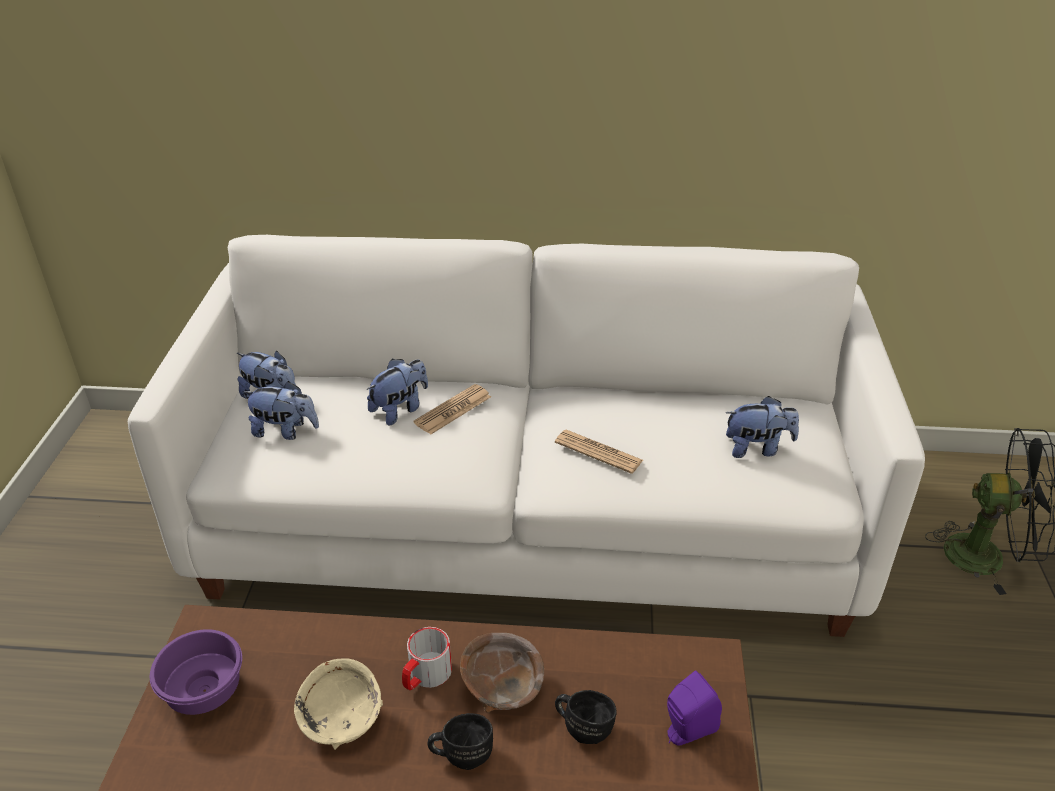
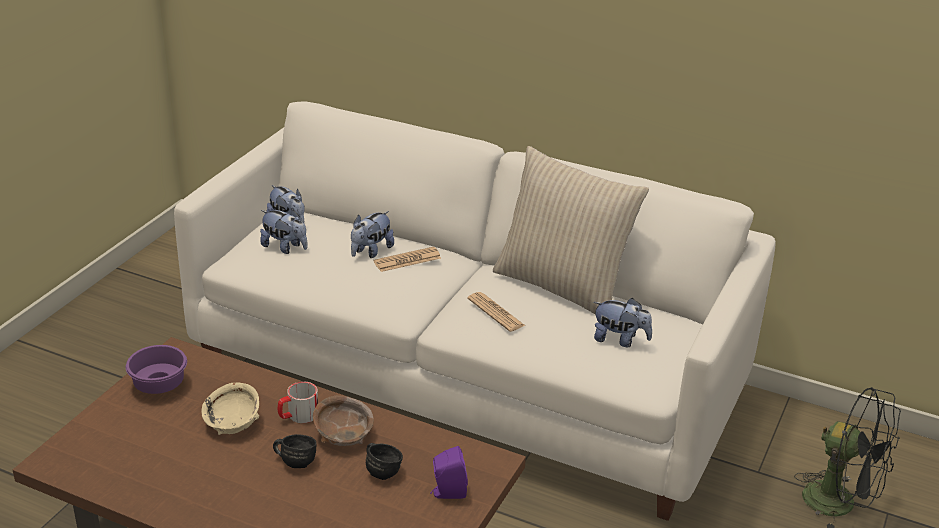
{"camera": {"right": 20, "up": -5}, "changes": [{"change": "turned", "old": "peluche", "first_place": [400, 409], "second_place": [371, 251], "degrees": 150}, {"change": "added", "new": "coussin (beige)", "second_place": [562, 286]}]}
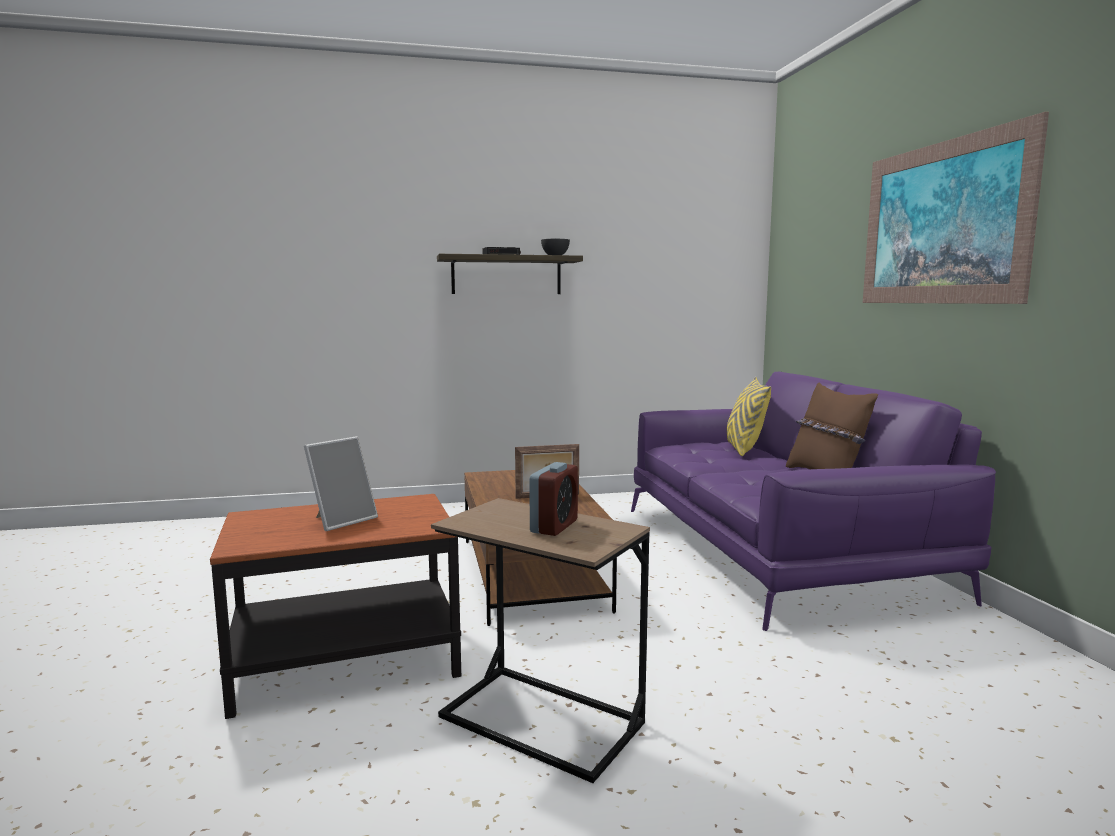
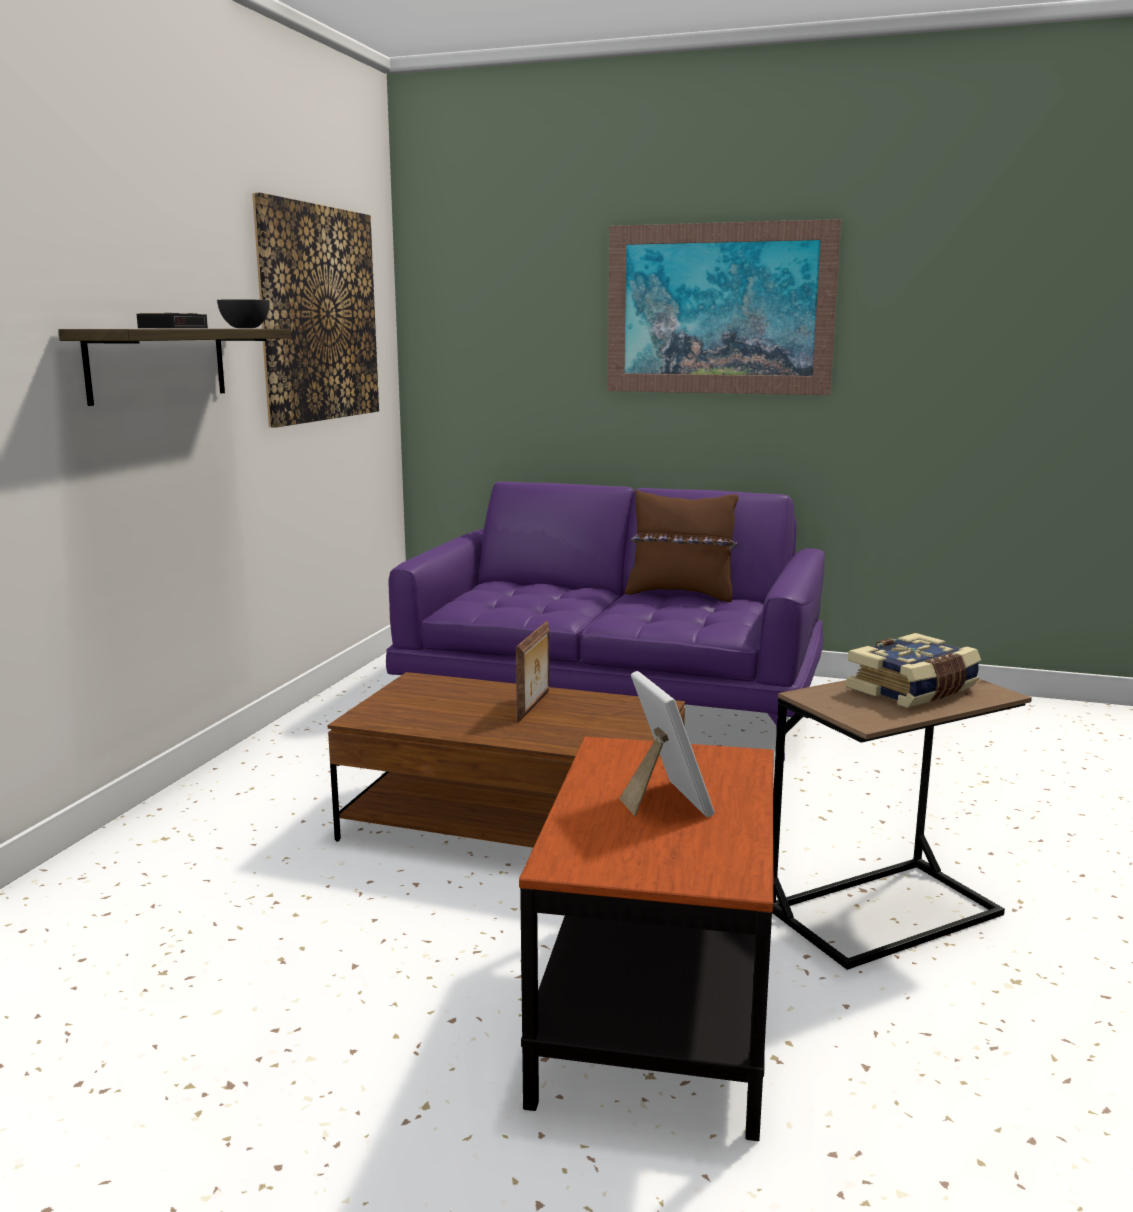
{"camera": {"right": -60, "up": 5}, "changes": [{"change": "removed", "old": "coussin (jaune)", "first_place": [744, 449]}, {"change": "replaced", "old": "réveil", "new": "livre", "first_place": [554, 526], "second_place": [914, 690]}, {"change": "added", "new": "tableau", "second_place": [319, 314]}]}
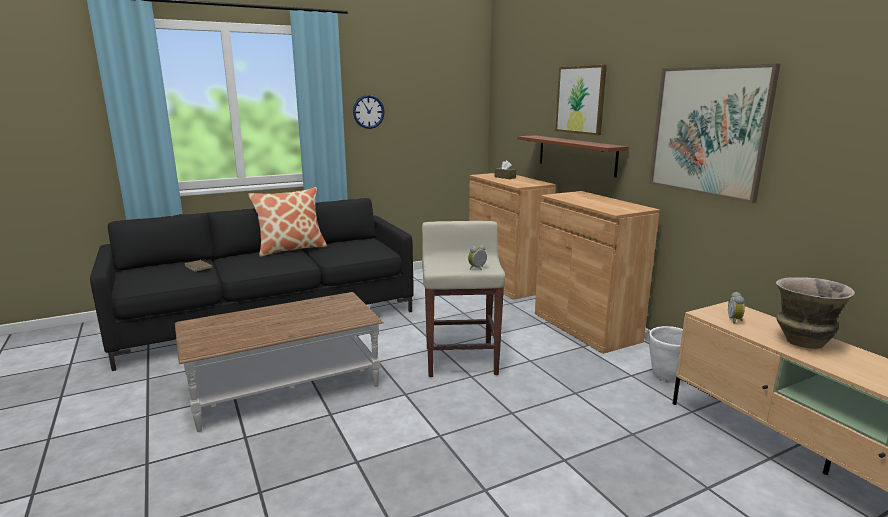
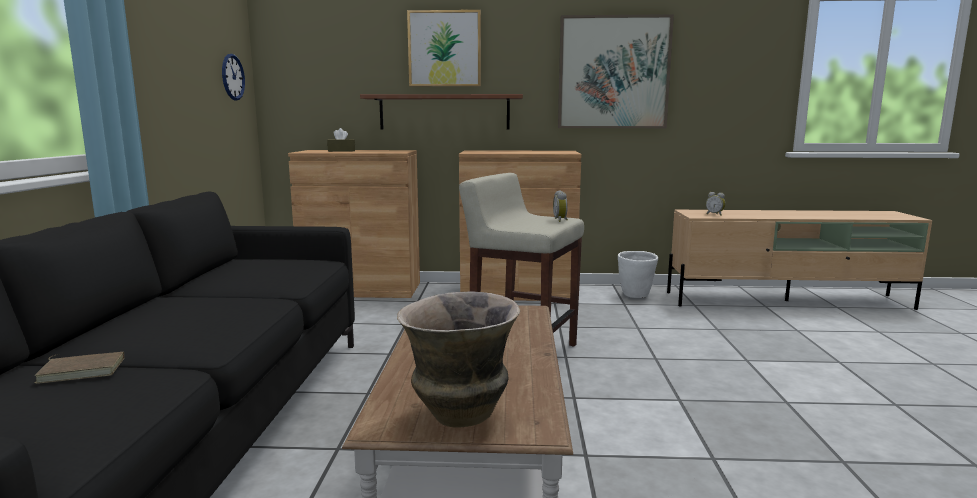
{"camera": {"right": -60, "up": -5}, "changes": [{"change": "moved", "old": "horloge murale", "first_place": [368, 112], "second_place": [232, 77]}, {"change": "removed", "old": "coussin", "first_place": [291, 249]}, {"change": "moved", "old": "vase", "first_place": [801, 343], "second_place": [460, 417]}]}
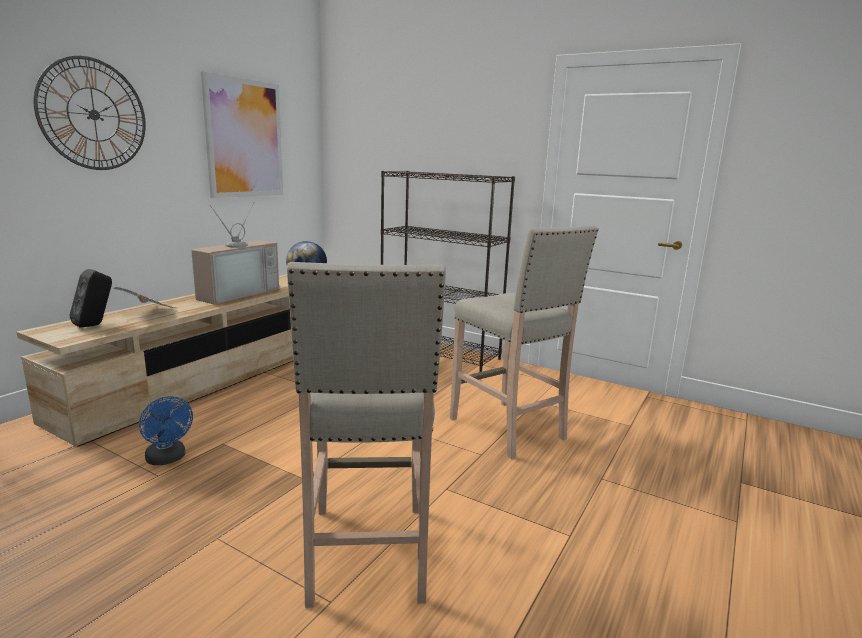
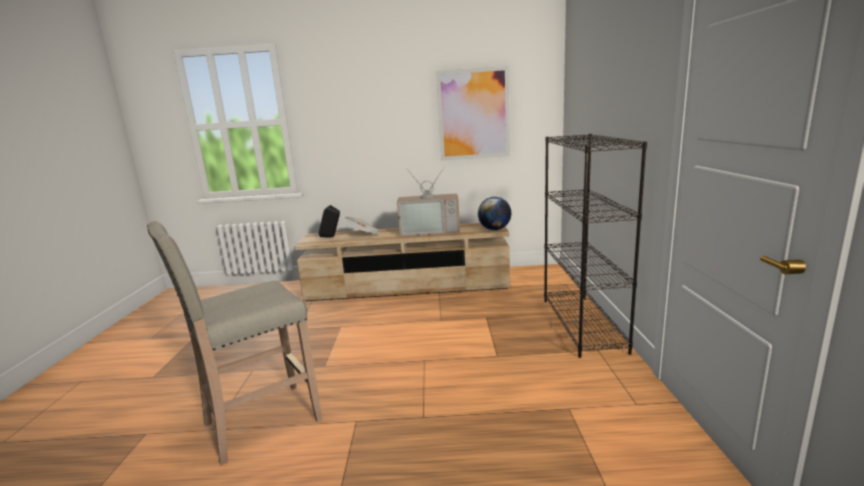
{"camera": {"right": 60, "up": 0}, "changes": [{"change": "removed", "old": "horloge murale", "first_place": [93, 114]}, {"change": "removed", "old": "tabouret (beige)", "first_place": [508, 429]}, {"change": "removed", "old": "ventilateur (bleu)", "first_place": [168, 459]}]}
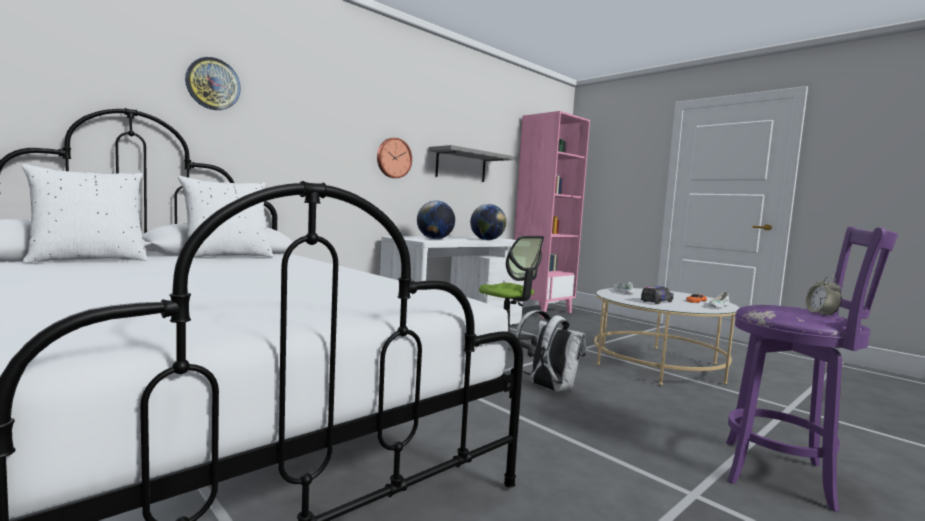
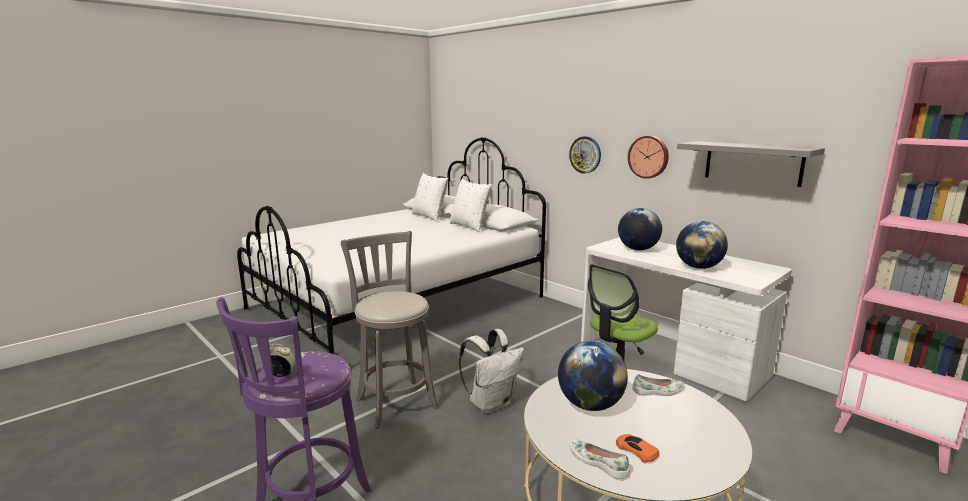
{"camera": {"right": 90, "up": 10}, "changes": [{"change": "moved", "old": "horloge murale", "first_place": [213, 84], "second_place": [585, 154]}, {"change": "replaced", "old": "camion jouet", "new": "globe", "first_place": [656, 301], "second_place": [590, 405]}, {"change": "added", "new": "tabouret (gris)", "second_place": [395, 401]}]}
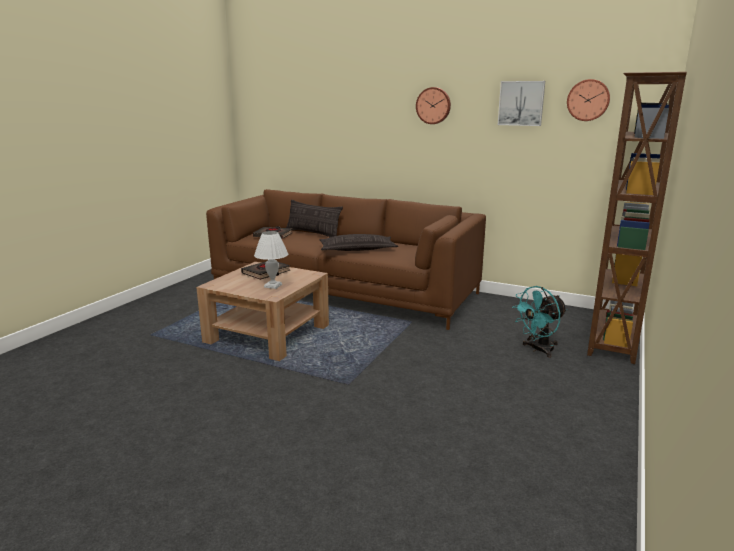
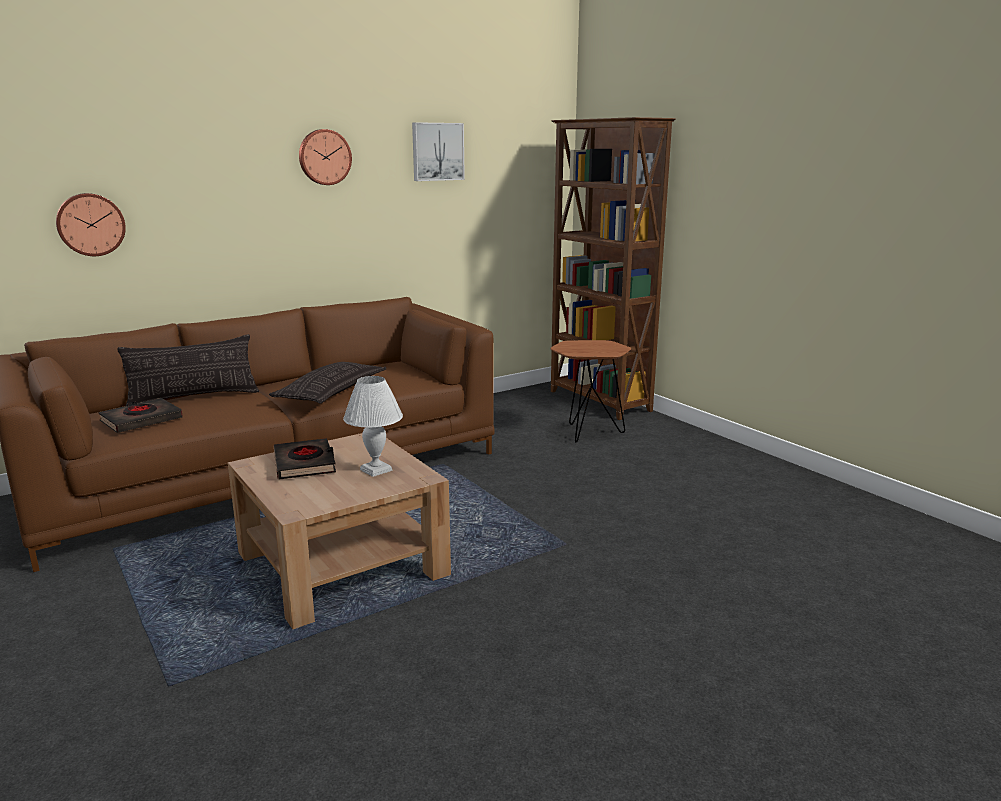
{"camera": {"right": -60, "up": 0}, "changes": [{"change": "moved", "old": "horloge murale", "first_place": [588, 100], "second_place": [90, 224]}, {"change": "replaced", "old": "ventilateur (turquoise)", "new": "table d'appoint (marron)", "first_place": [538, 350], "second_place": [587, 433]}]}
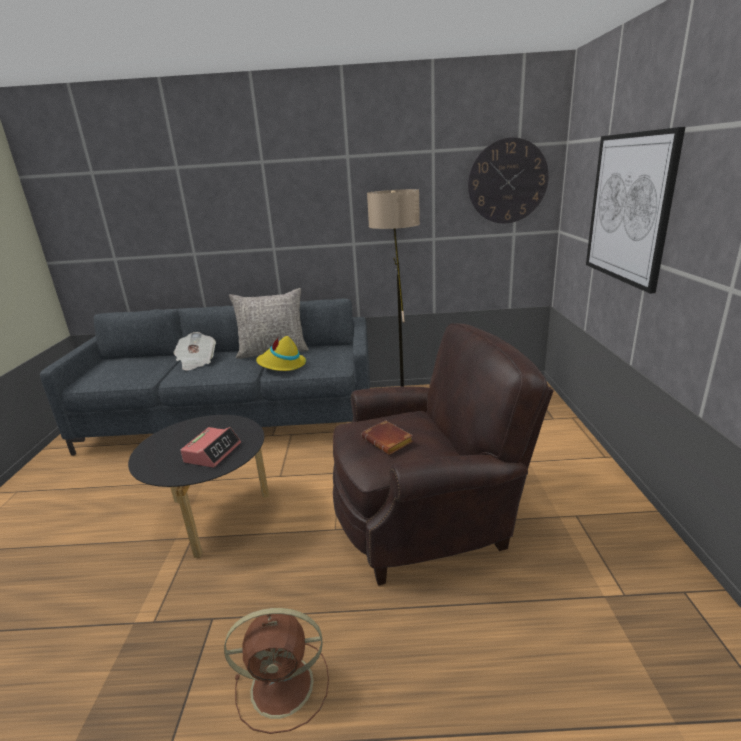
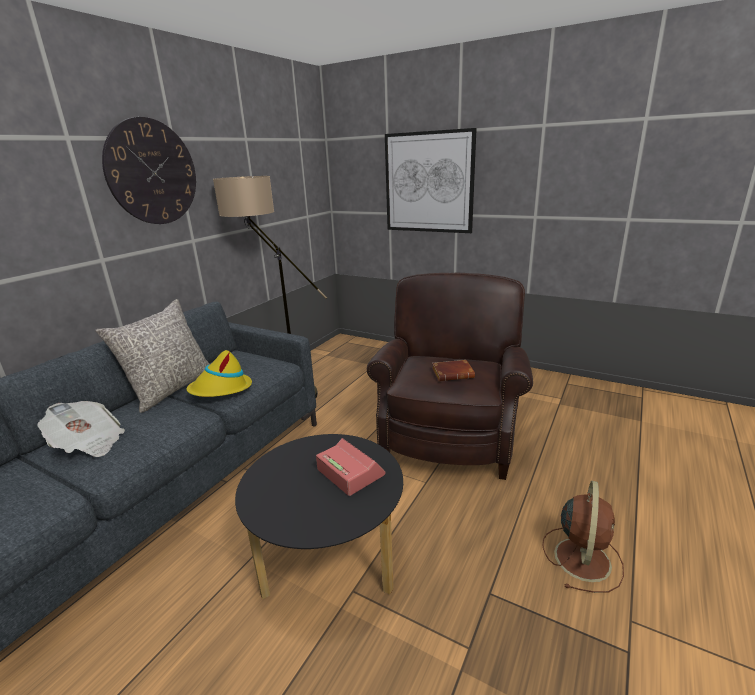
{"camera": {"right": -60, "up": 0}, "changes": [{"change": "moved", "old": "horloge murale", "first_place": [507, 181], "second_place": [152, 172]}]}
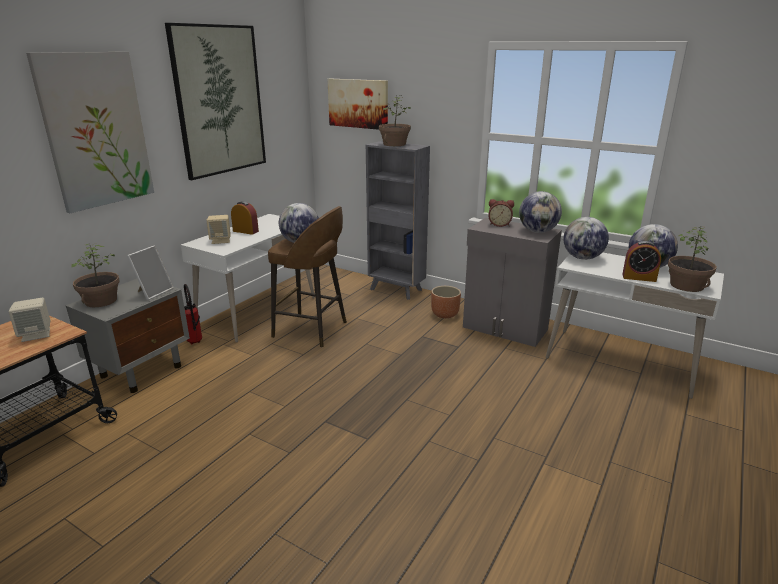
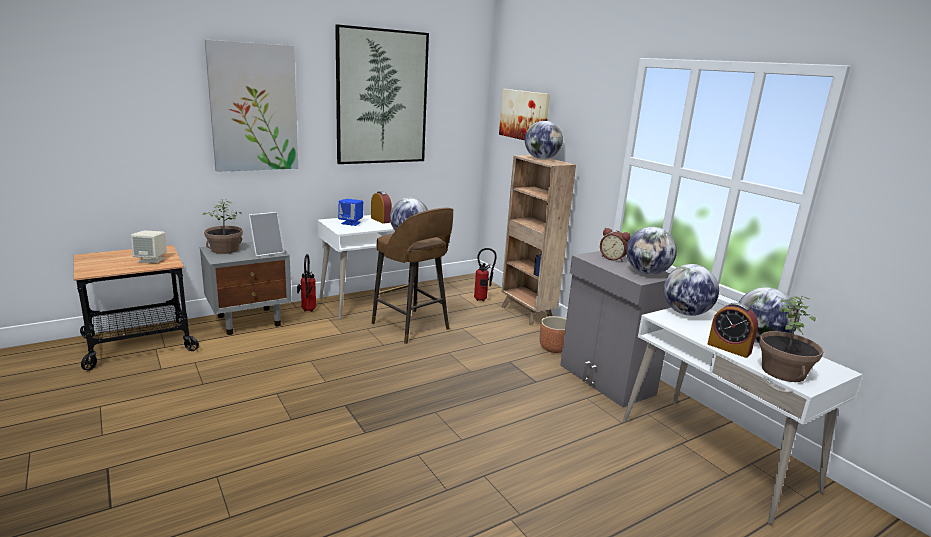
{"camera": {"right": 25, "up": -5}, "changes": [{"change": "replaced", "old": "plante en pot", "new": "globe", "first_place": [394, 144], "second_place": [541, 159]}, {"change": "recoloured", "old": "bibliothèque (gris)", "new": "bibliothèque (marron)", "first_place": [396, 290], "second_place": [527, 313]}, {"change": "recoloured", "old": "enceinte (beige)", "new": "enceinte (bleu)", "first_place": [221, 240], "second_place": [351, 223]}, {"change": "added", "new": "extincteur", "second_place": [482, 300]}]}
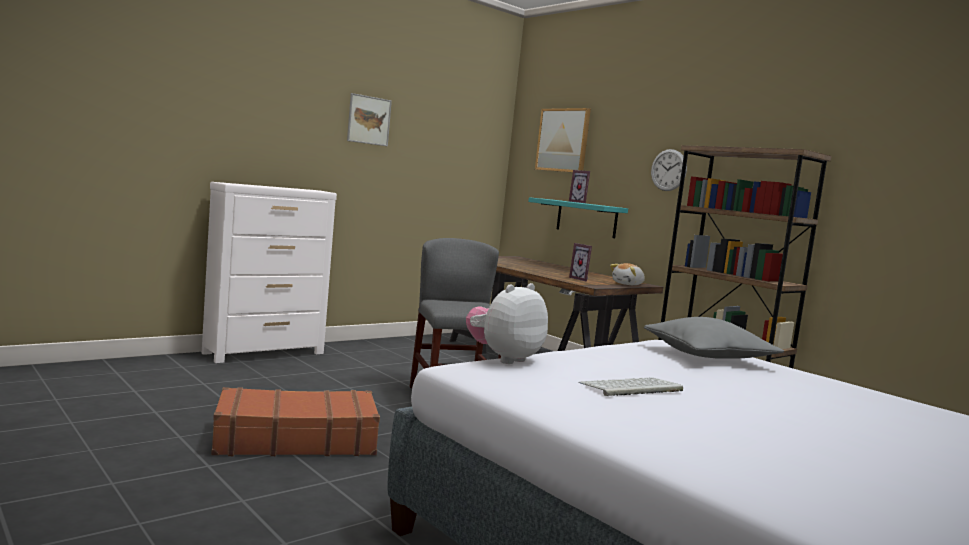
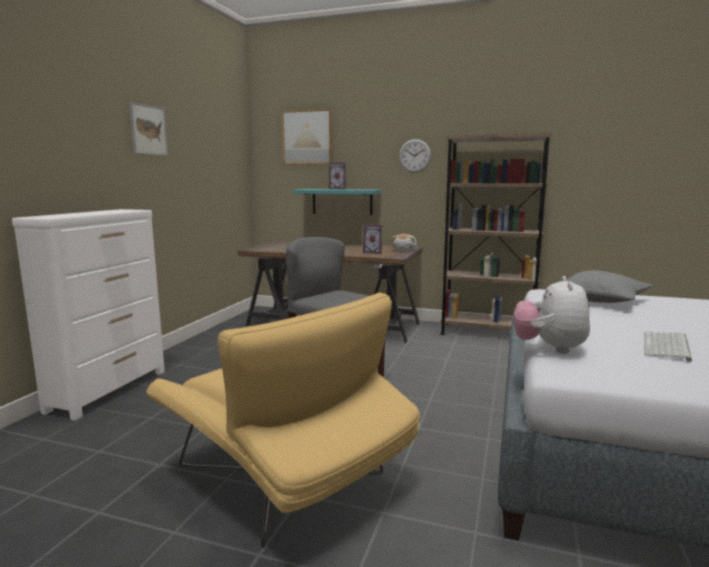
{"camera": {"right": -30, "up": 5}, "changes": [{"change": "replaced", "old": "valise (marron)", "new": "fauteuil (jaune)", "first_place": [295, 440], "second_place": [287, 479]}]}
